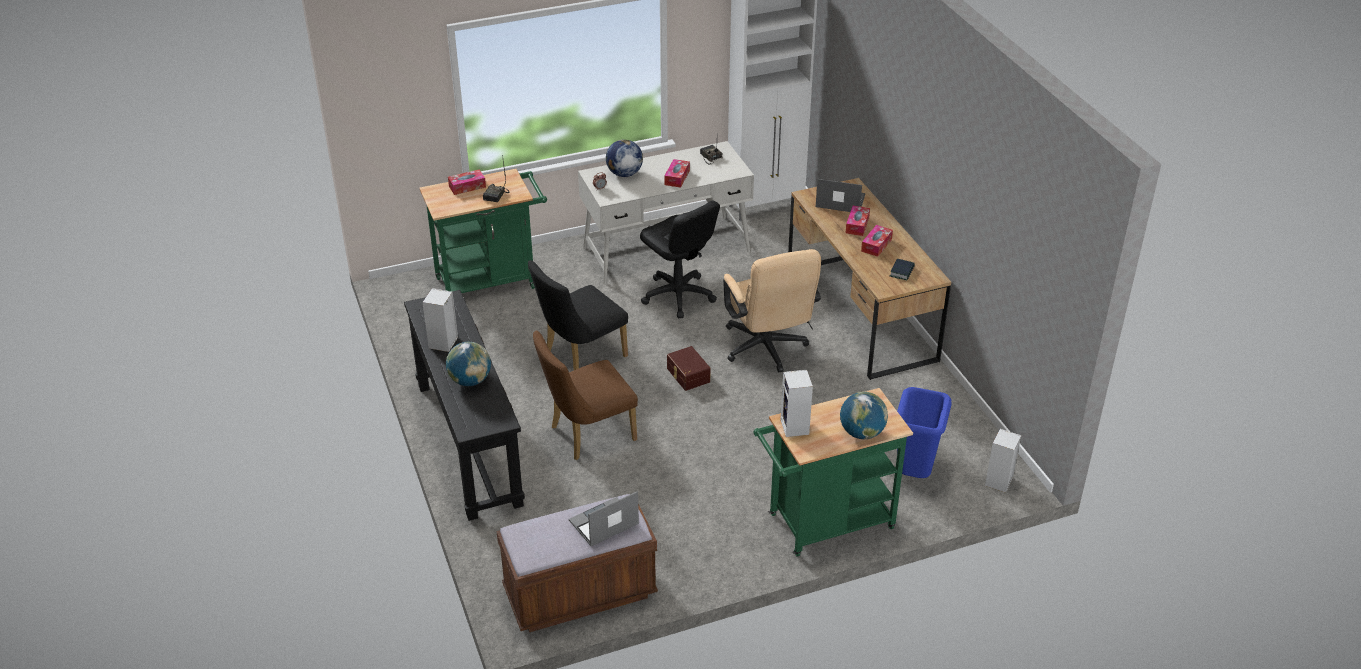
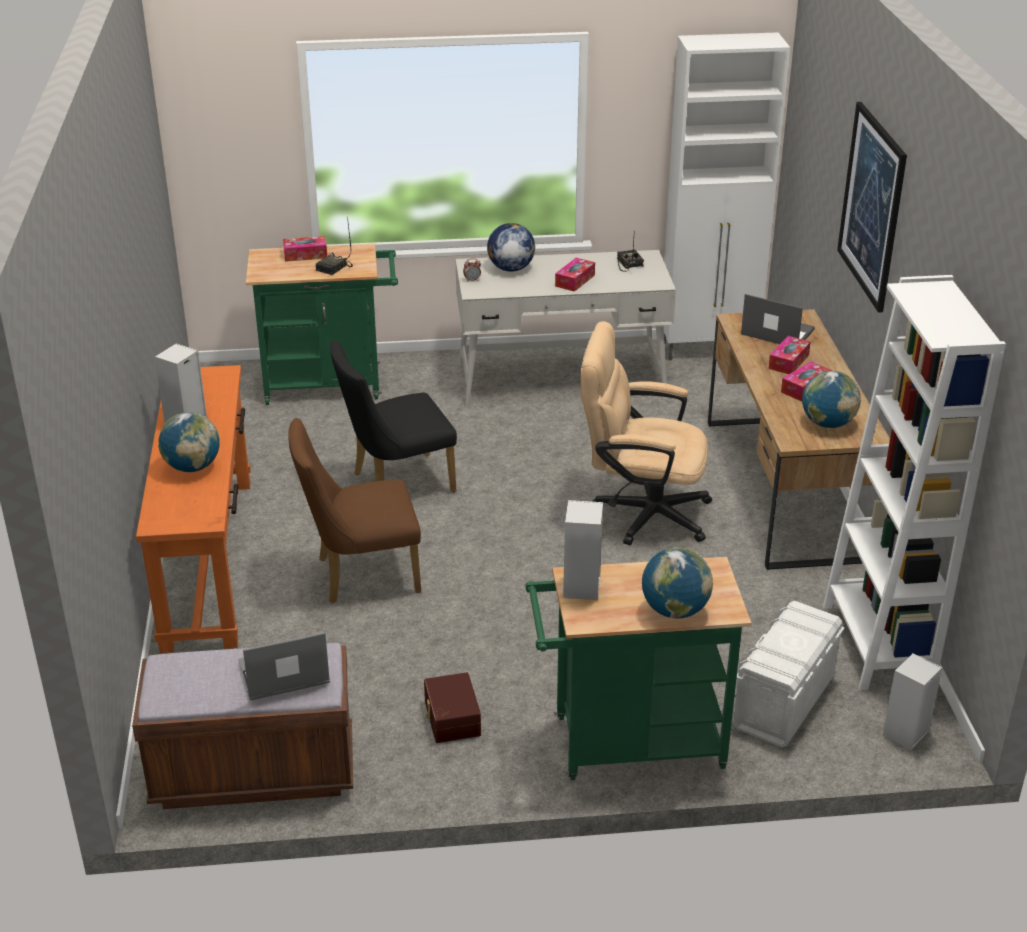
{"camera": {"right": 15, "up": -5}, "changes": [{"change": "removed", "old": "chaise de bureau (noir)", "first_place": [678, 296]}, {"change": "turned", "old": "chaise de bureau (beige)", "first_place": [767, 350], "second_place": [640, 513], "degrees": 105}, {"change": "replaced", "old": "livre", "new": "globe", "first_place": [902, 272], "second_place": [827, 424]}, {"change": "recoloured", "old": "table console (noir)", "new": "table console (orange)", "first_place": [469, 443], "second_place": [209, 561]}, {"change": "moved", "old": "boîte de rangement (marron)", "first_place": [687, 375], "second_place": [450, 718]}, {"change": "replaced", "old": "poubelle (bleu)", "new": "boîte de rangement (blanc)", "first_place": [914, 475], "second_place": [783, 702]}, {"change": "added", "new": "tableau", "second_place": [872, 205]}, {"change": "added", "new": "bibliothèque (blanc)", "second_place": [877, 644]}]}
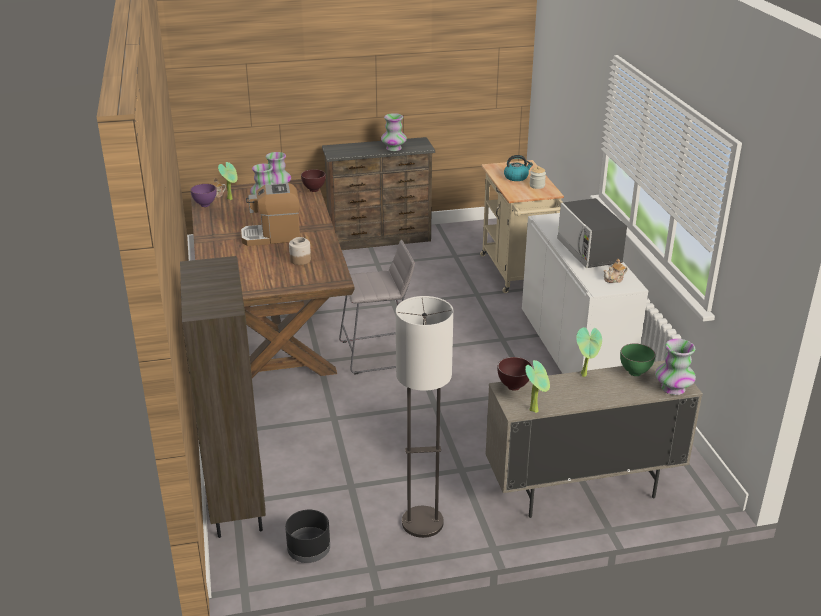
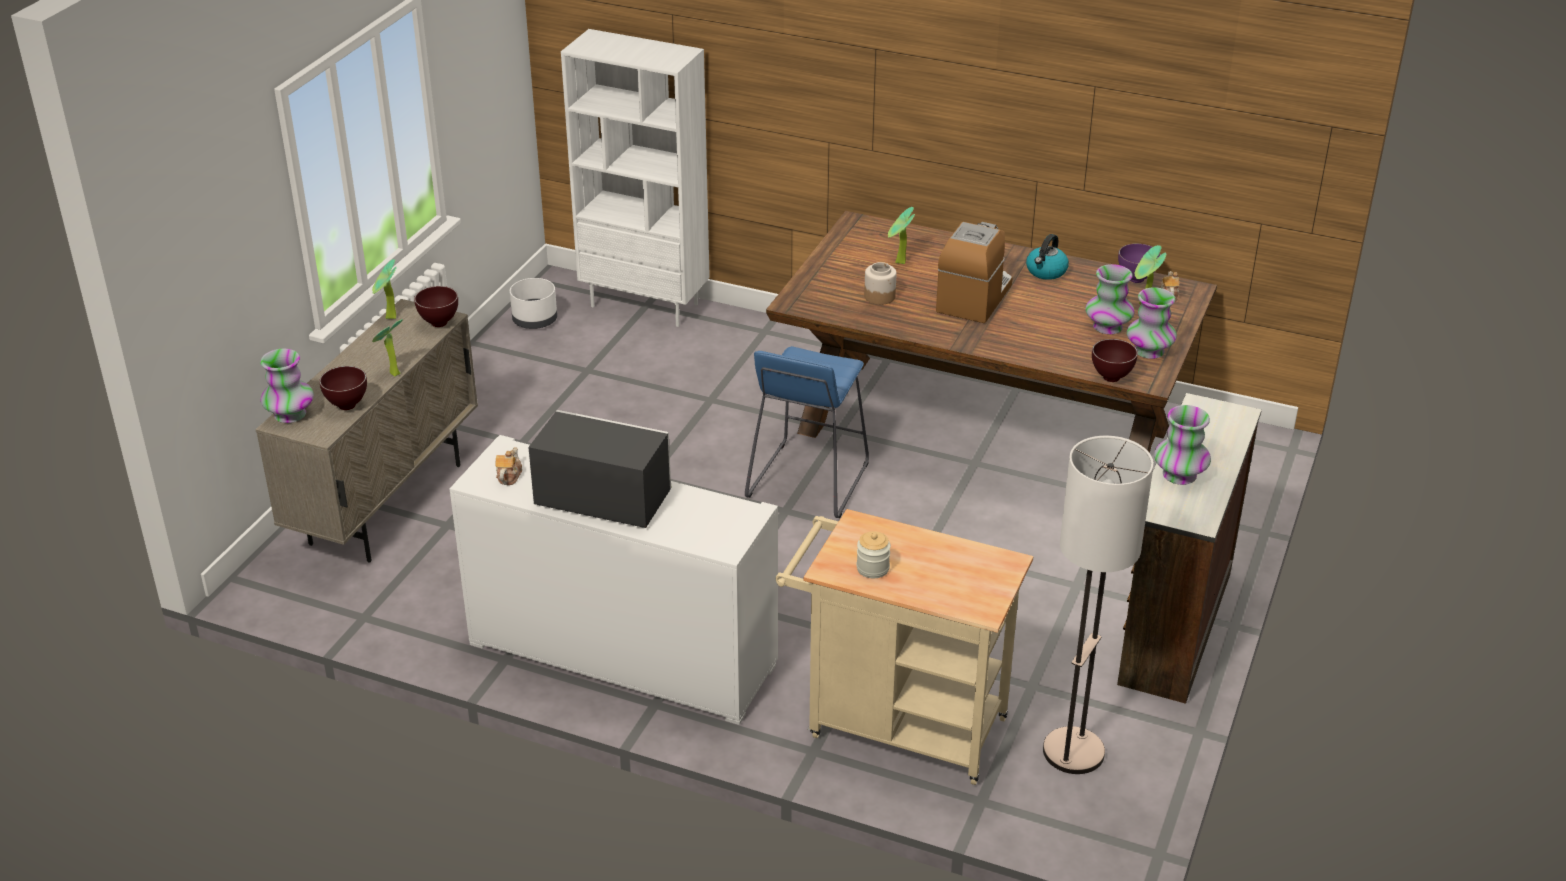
{"camera": {"right": 125, "up": 5}, "changes": [{"change": "moved", "old": "bouilloire", "first_place": [516, 177], "second_place": [1046, 271]}, {"change": "recoloured", "old": "tabouret (gris)", "new": "tabouret (bleu)", "first_place": [378, 353], "second_place": [808, 481]}, {"change": "recoloured", "old": "bibliothèque (marron)", "new": "bibliothèque (blanc)", "first_place": [235, 503], "second_place": [646, 304]}, {"change": "moved", "old": "lampadaire", "first_place": [422, 523], "second_place": [1073, 751]}, {"change": "recoloured", "old": "bol (vert)", "new": "bol (marron)", "first_place": [635, 373], "second_place": [346, 405]}, {"change": "recoloured", "old": "cache-pot (noir)", "new": "cache-pot (blanc)", "first_place": [308, 550], "second_place": [535, 320]}, {"change": "added", "new": "plante en pot", "second_place": [899, 263]}]}
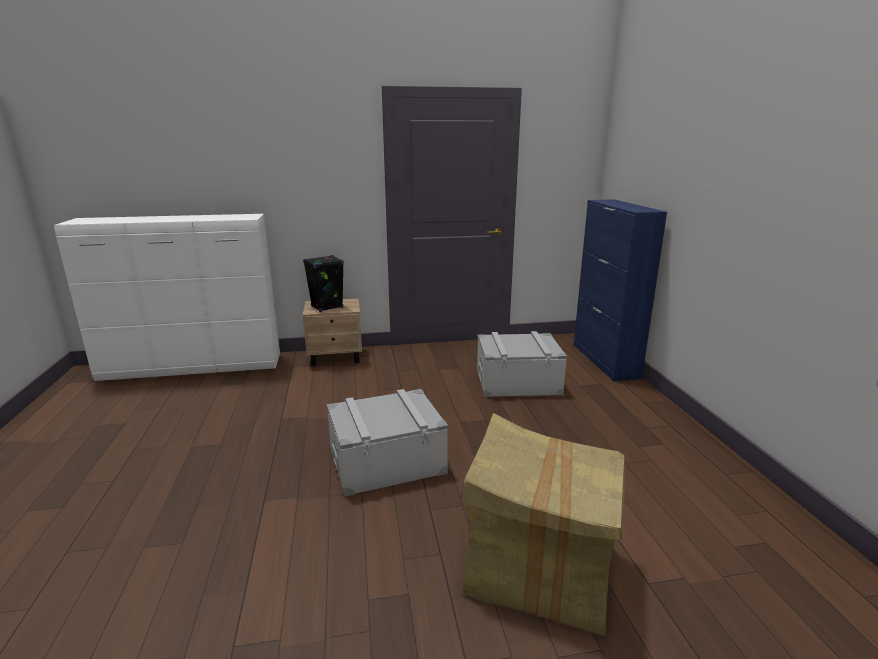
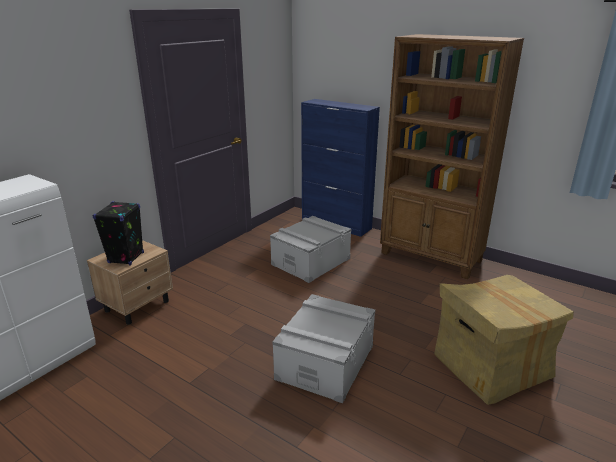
{"camera": {"right": -45, "up": 5}, "changes": [{"change": "added", "new": "bibliothèque (marron)", "second_place": [431, 257]}]}
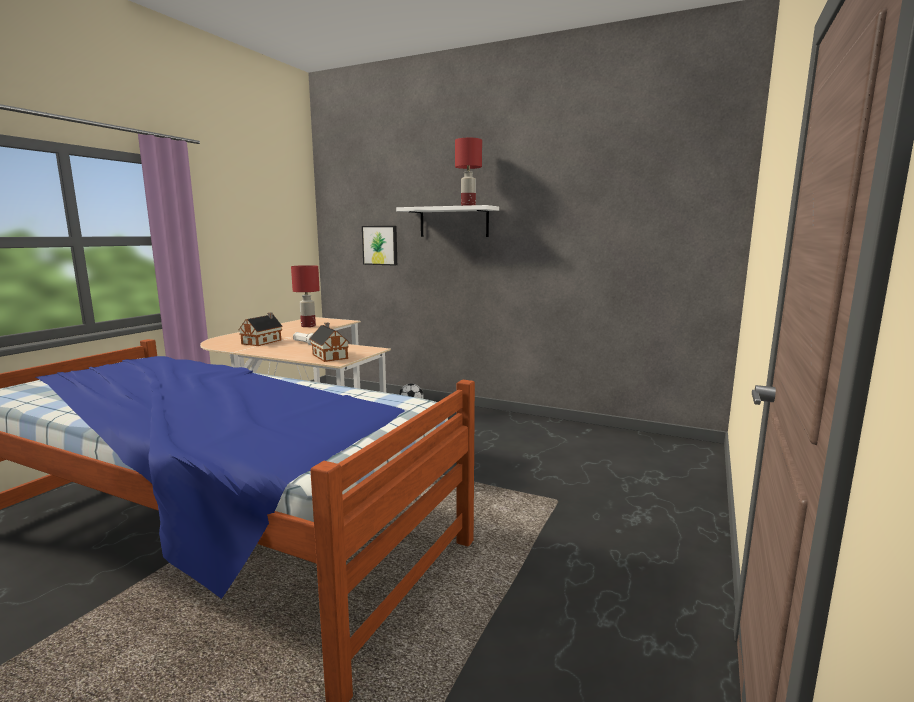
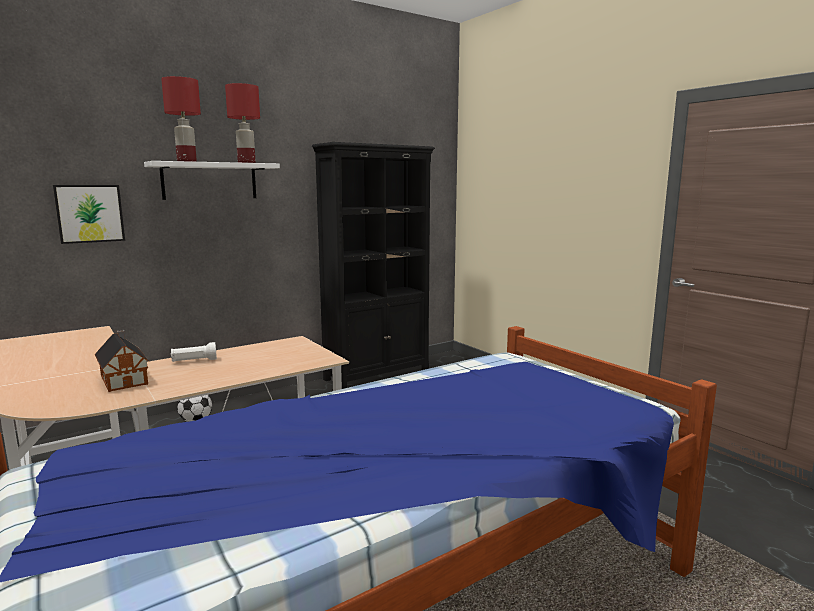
{"camera": {"right": -60, "up": 0}, "changes": [{"change": "moved", "old": "lampe de table (rouge)", "first_place": [308, 326], "second_place": [187, 161]}, {"change": "removed", "old": "maison miniature", "first_place": [329, 356]}, {"change": "added", "new": "bibliothèque (noir)", "second_place": [378, 375]}]}
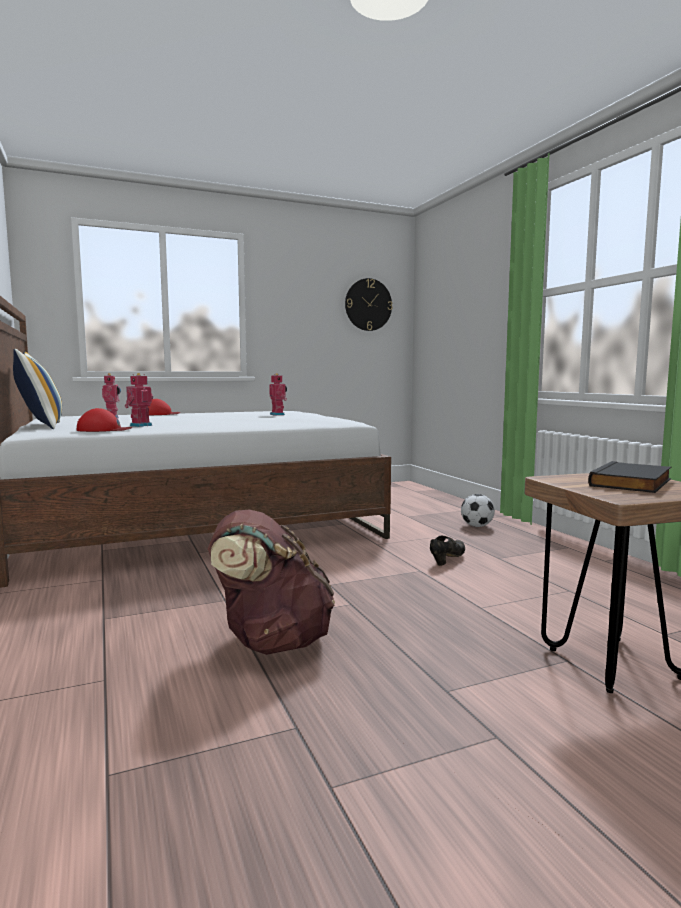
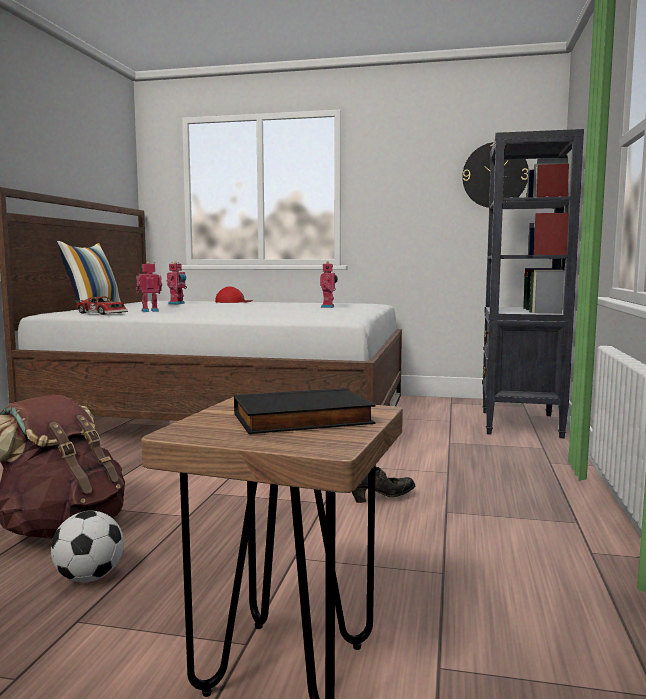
{"camera": {"right": 35, "up": 0}, "changes": [{"change": "replaced", "old": "casquette (rouge)", "new": "petite voiture", "first_place": [103, 430], "second_place": [102, 313]}, {"change": "moved", "old": "ballon de foot", "first_place": [477, 526], "second_place": [89, 578]}, {"change": "added", "new": "bibliothèque (noir)", "second_place": [520, 424]}]}
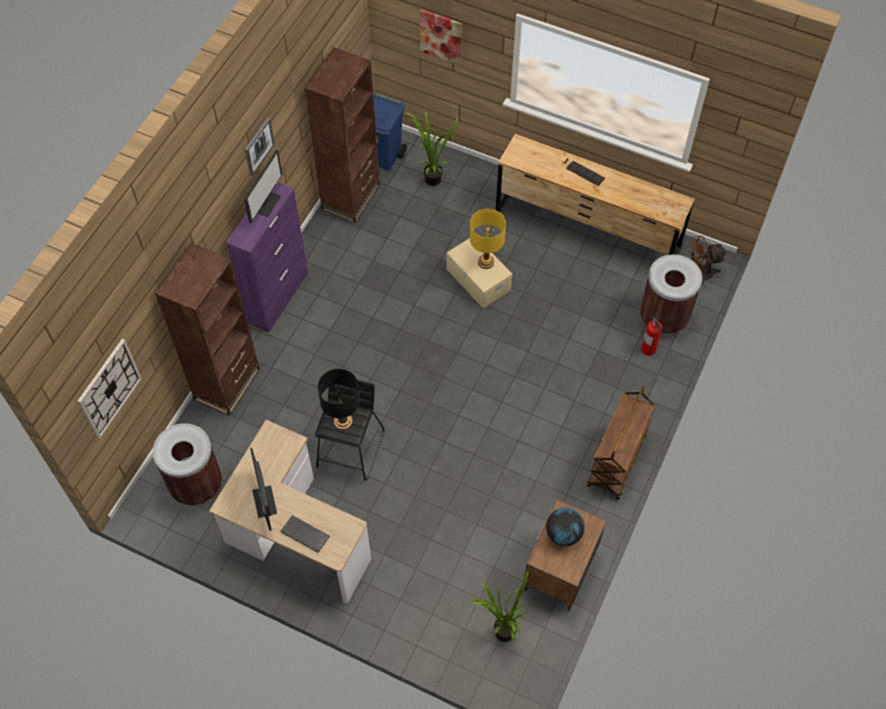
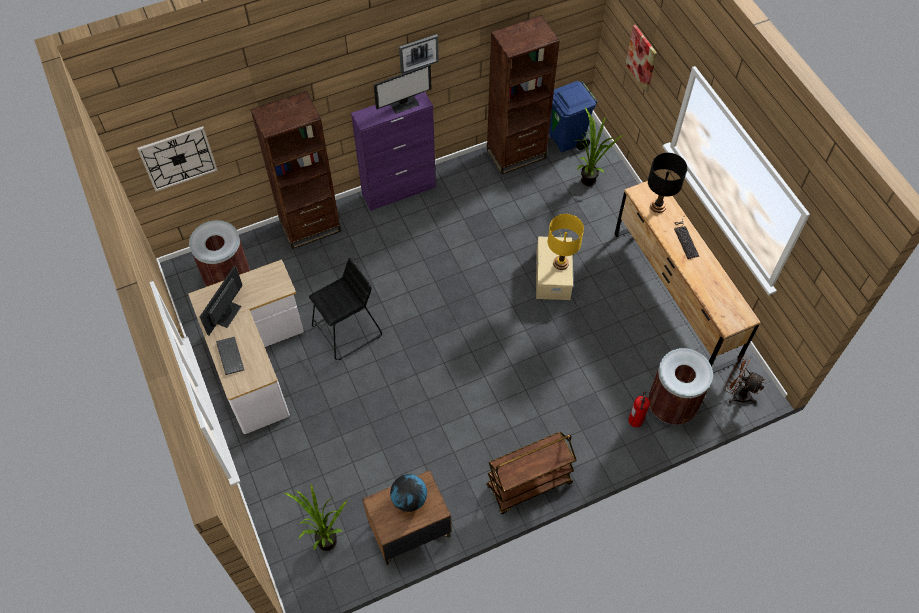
{"camera": {"right": 40, "up": 0}, "changes": [{"change": "moved", "old": "lampe de table (noir)", "first_place": [343, 422], "second_place": [658, 206]}]}
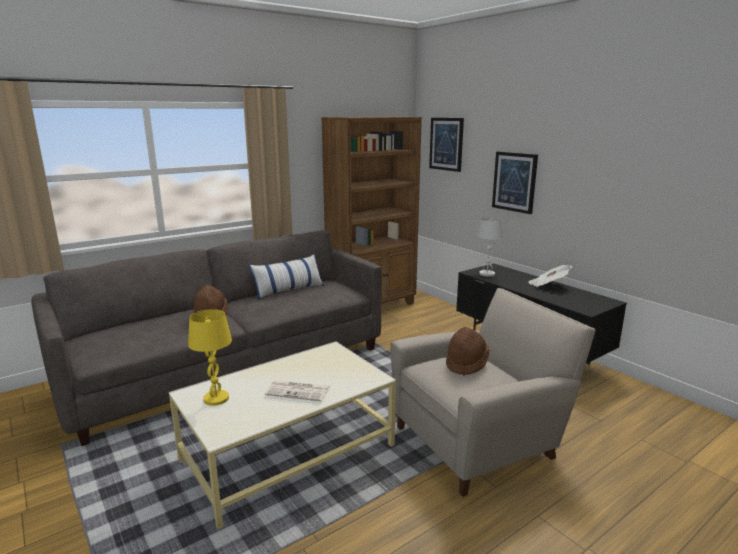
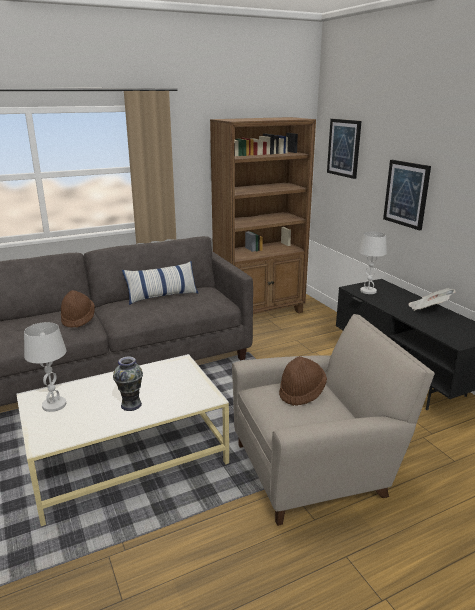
{"camera": {"right": 10, "up": 5}, "changes": [{"change": "recoloured", "old": "lampe de table (jaune)", "new": "lampe de table (blanc)", "first_place": [216, 398], "second_place": [54, 405]}, {"change": "replaced", "old": "journal", "new": "vase", "first_place": [299, 391], "second_place": [131, 405]}]}
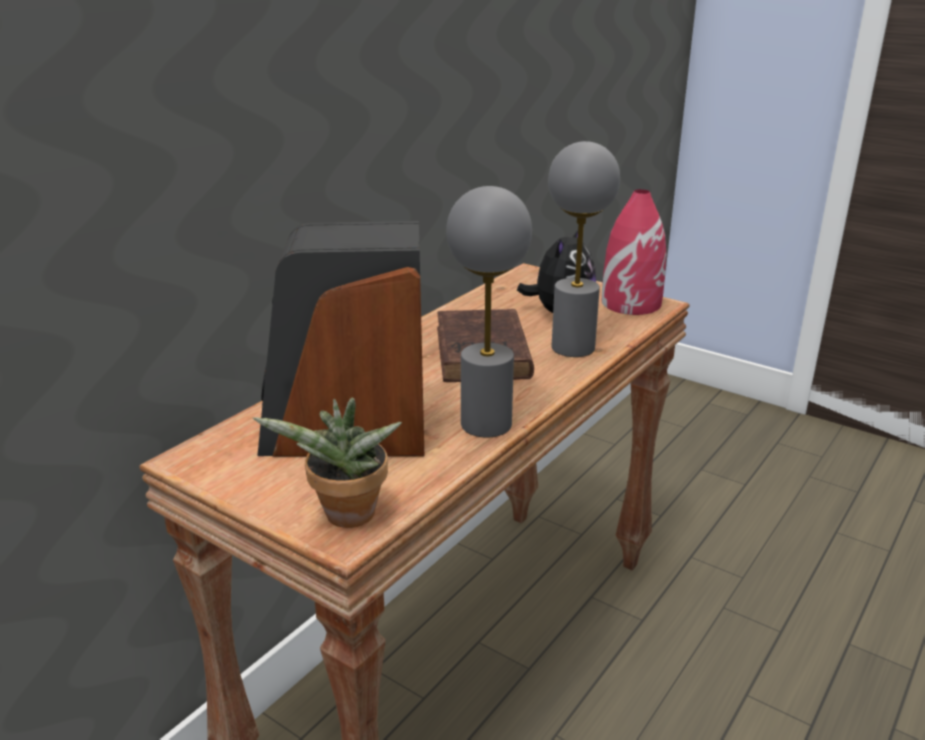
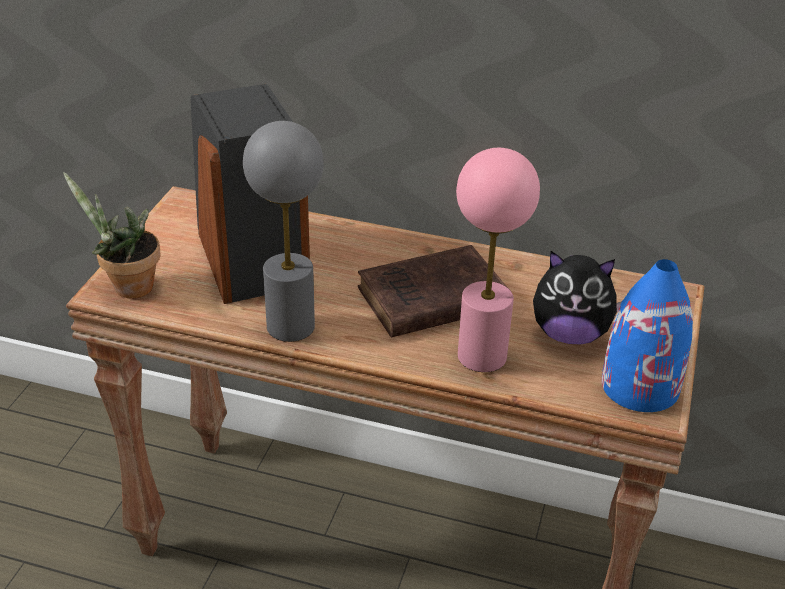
{"camera": {"right": 70, "up": 10}, "changes": [{"change": "recoloured", "old": "lampe de table (gris)", "new": "lampe de table (rose)", "first_place": [572, 347], "second_place": [481, 355]}, {"change": "recoloured", "old": "vase (rouge)", "new": "vase (bleu)", "first_place": [631, 303], "second_place": [640, 386]}]}
